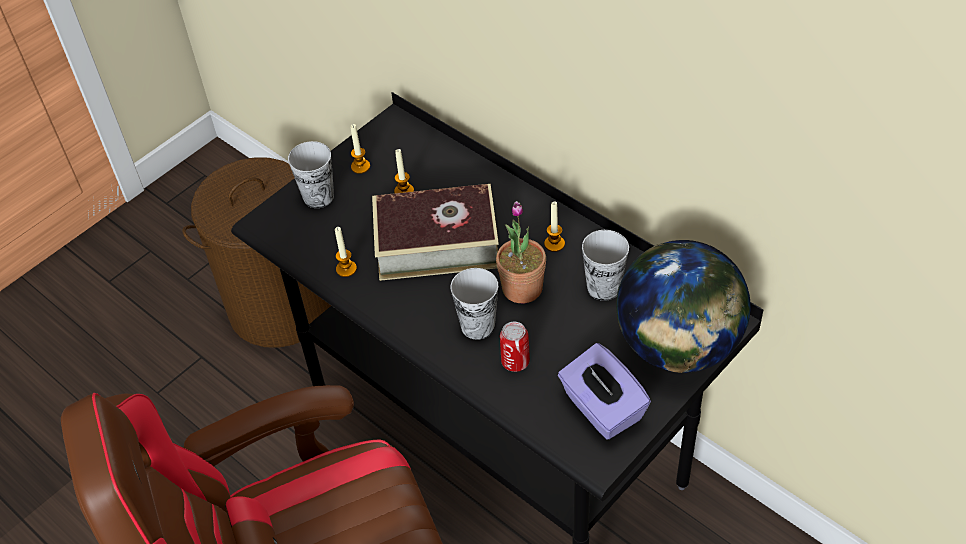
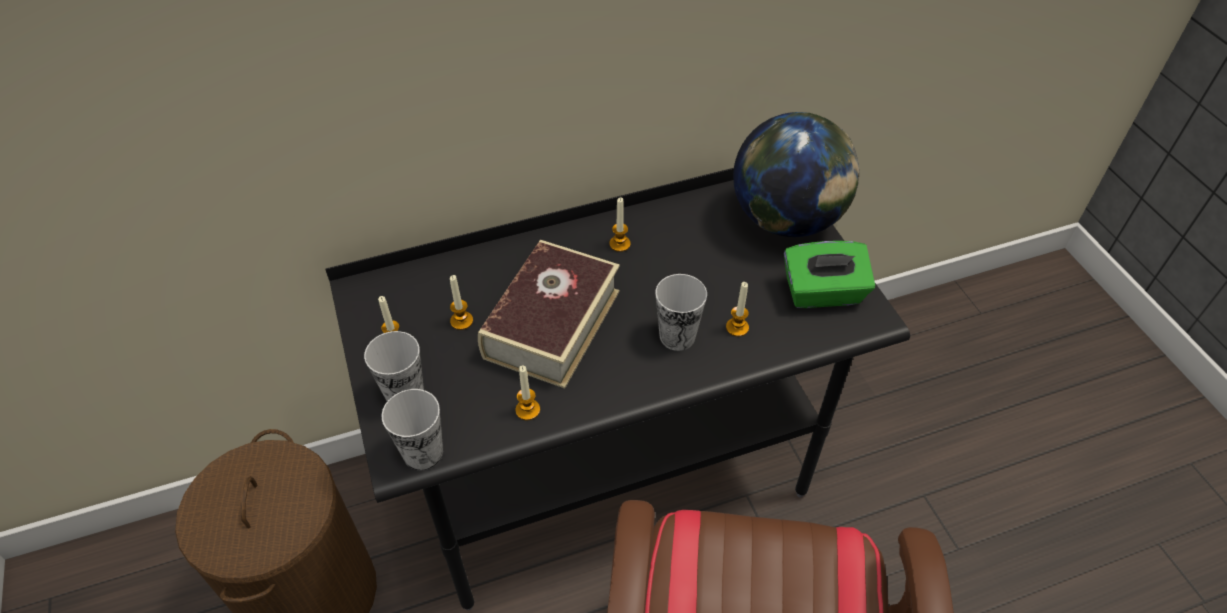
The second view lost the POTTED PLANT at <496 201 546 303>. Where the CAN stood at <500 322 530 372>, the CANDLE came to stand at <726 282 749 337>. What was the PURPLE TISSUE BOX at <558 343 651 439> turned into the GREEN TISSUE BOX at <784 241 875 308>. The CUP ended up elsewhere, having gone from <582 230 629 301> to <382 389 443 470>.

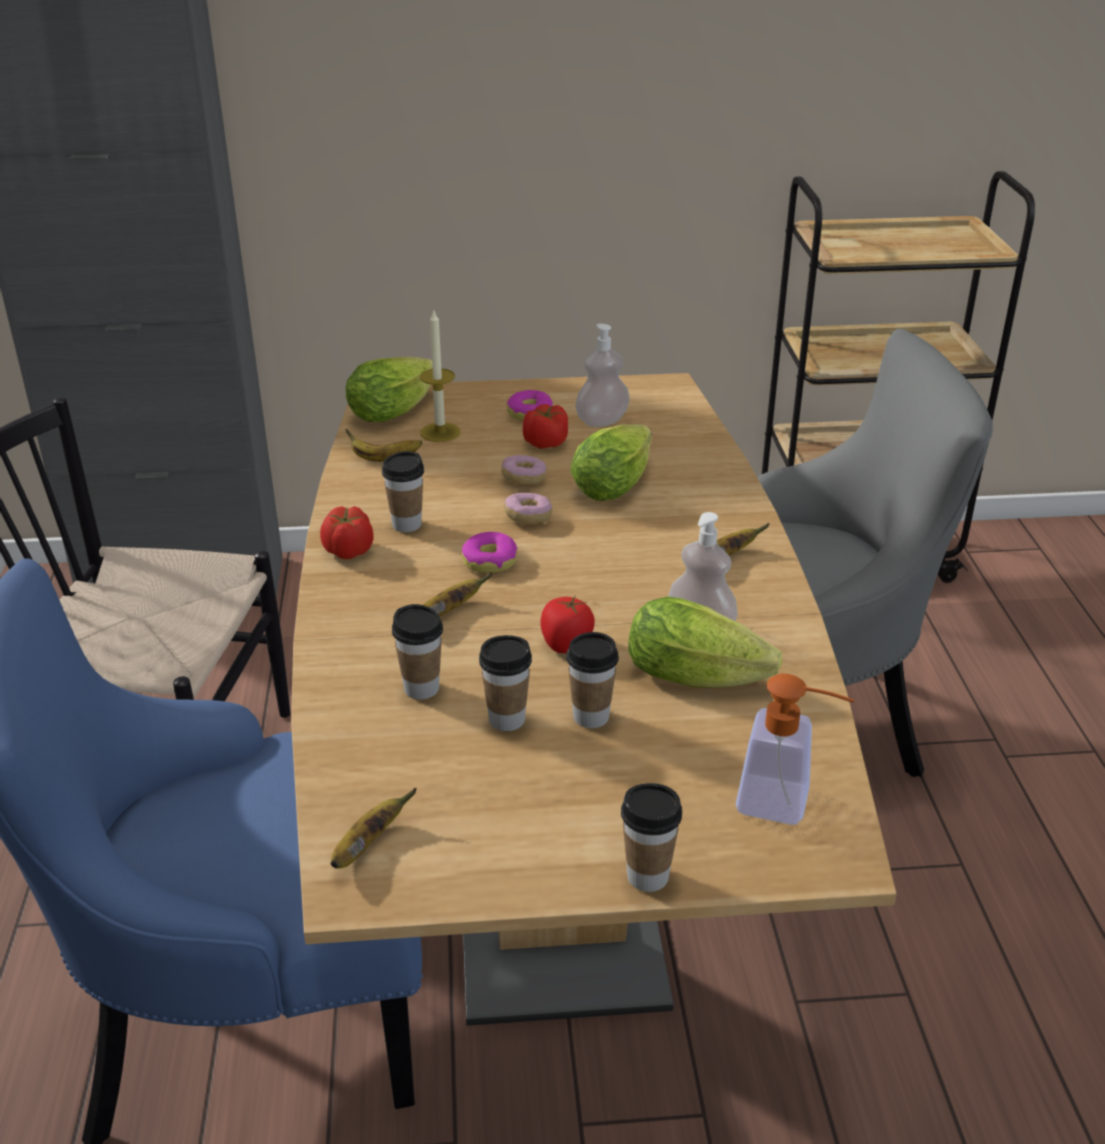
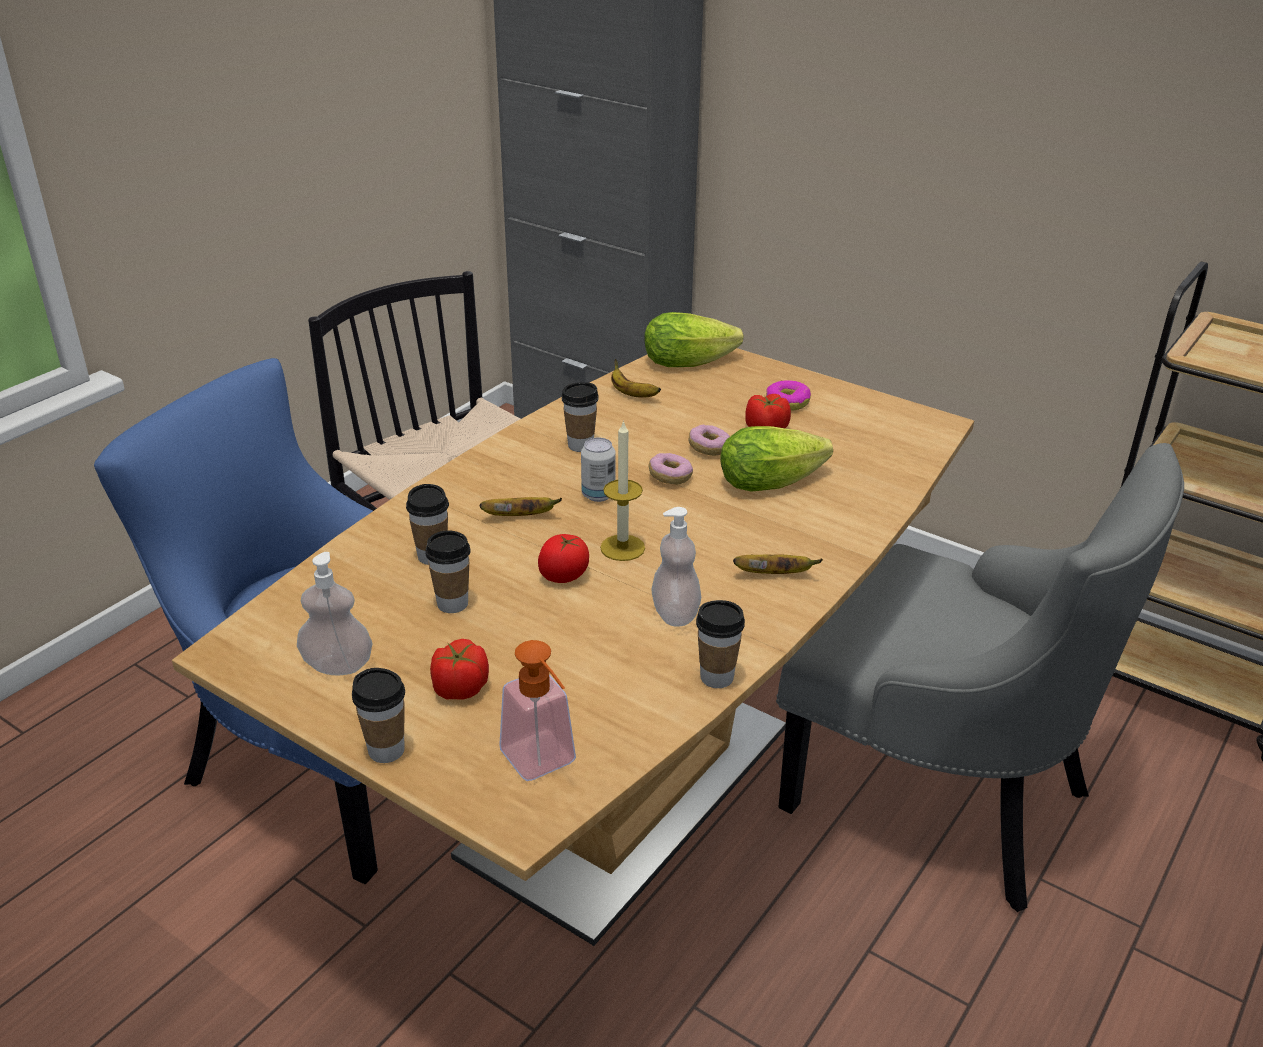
The TOMATO ended up elsewhere, having gone from <320 506 373 559> to <430 639 489 700>. The second view lost the BANANA at <330 788 417 869>. The CANDLE ended up elsewhere, having gone from <420 311 460 442> to <600 420 645 561>. Where the DONUT stood at <462 532 518 573>, the CAN came to stand at <581 438 616 502>. The CUP ended up elsewhere, having gone from <566 632 619 728> to <696 600 745 688>. The SOAP DISPENSER ended up elsewhere, having gone from <575 324 630 427> to <297 552 373 675>. The second view lost the LETTUCE at <628 596 782 688>.

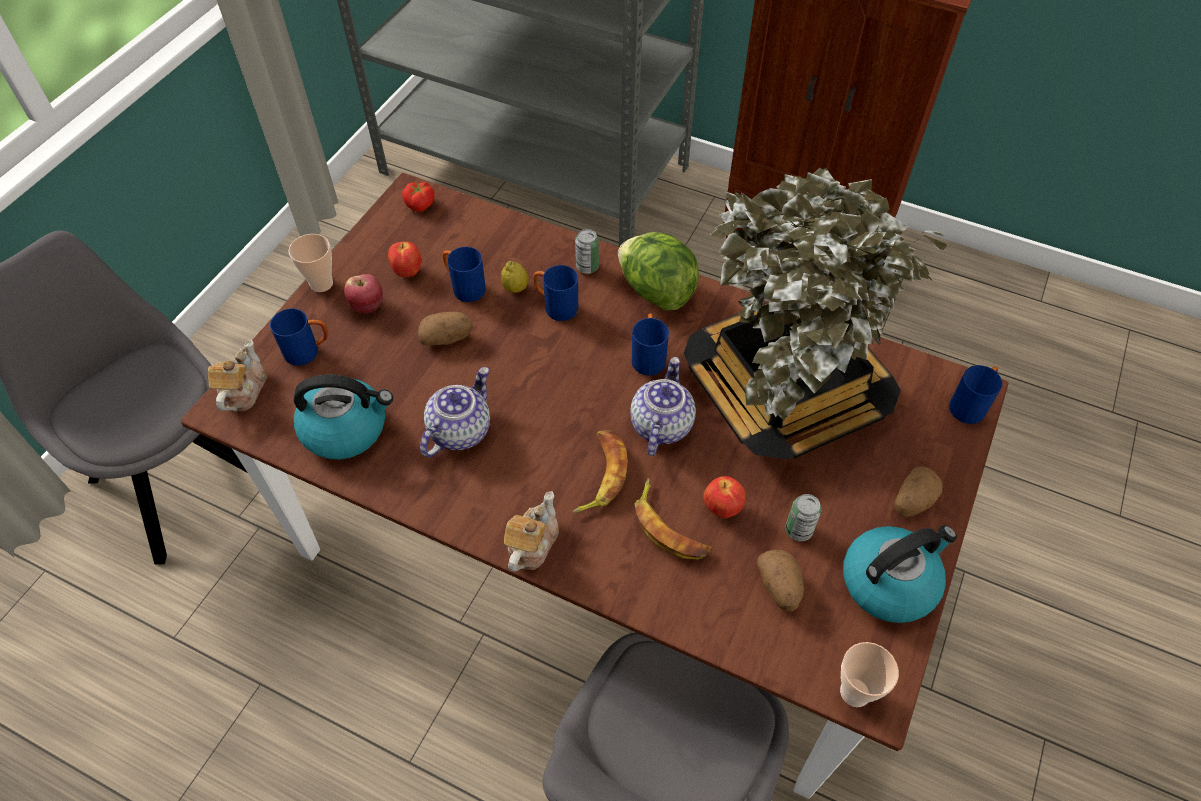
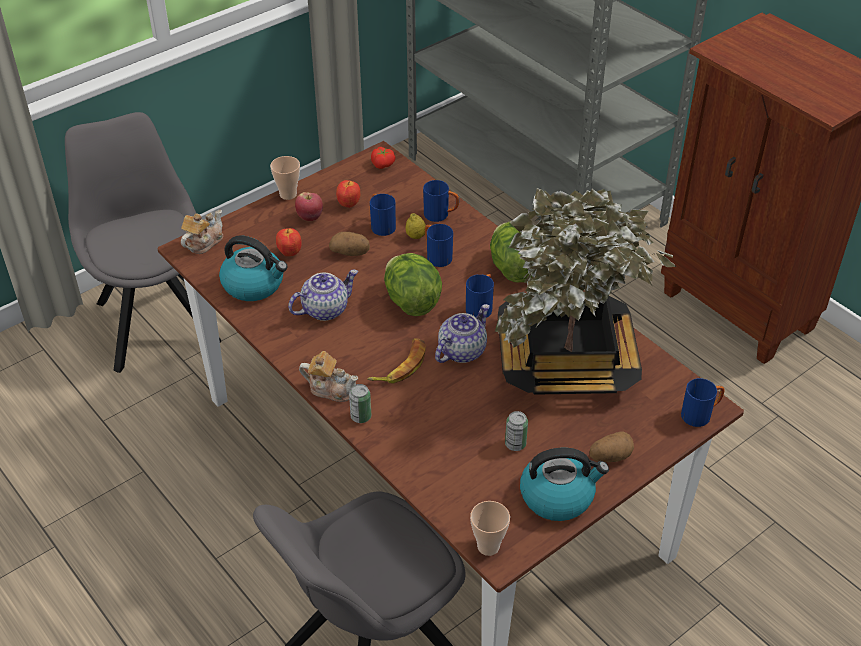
The BLUE MUG ended up elsewhere, having gone from <270 308 329 366> to <423 180 459 222>. The TEAPOT at <504 491 559 571> ended up facing another way, 60 degrees clockwise from before. The CAN ended up elsewhere, having gone from <575 229 599 274> to <349 384 371 423>. The second view lost the BANANA at <635 478 712 560>. The APPLE ended up elsewhere, having gone from <703 476 745 519> to <276 228 302 256>. The second view lost the POTATO at <757 550 804 611>. The second view gained the LETTUCE at <384 253 442 316>.

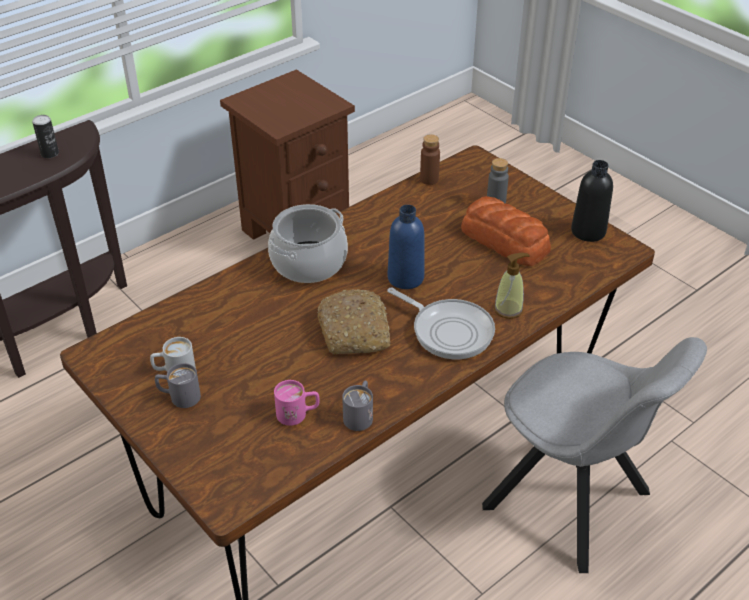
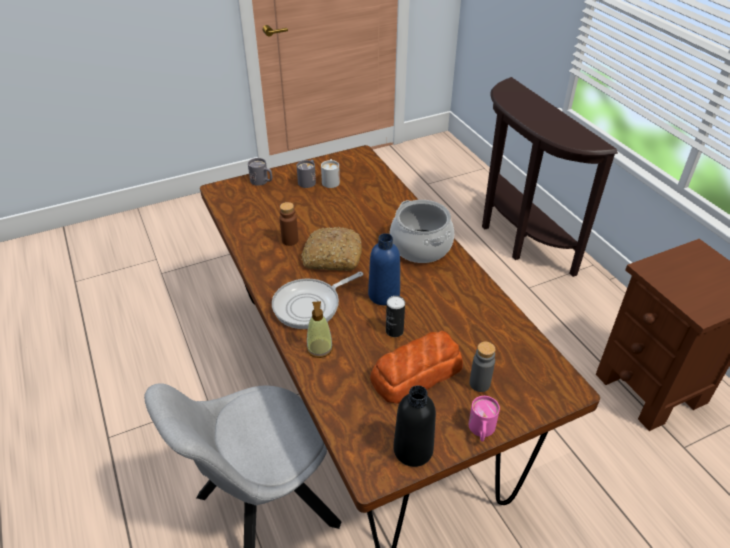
The CAN ended up elsewhere, having gone from <32 115 59 158> to <386 296 405 337>. The PINK MUG ended up elsewhere, having gone from <274 380 320 426> to <469 396 500 442>. The GREY MUG ended up elsewhere, having gone from <342 381 373 431> to <248 158 272 186>. The BROWN BOTTLE ended up elsewhere, having gone from <420 134 440 185> to <279 202 298 246>.

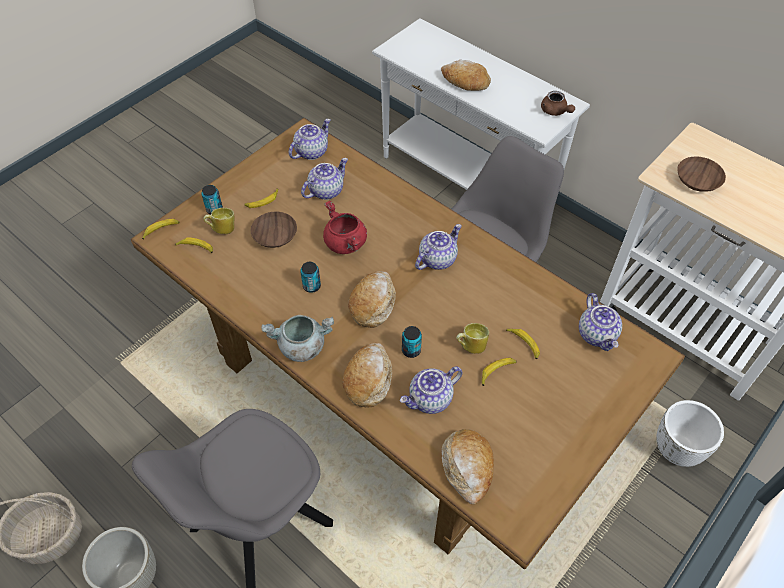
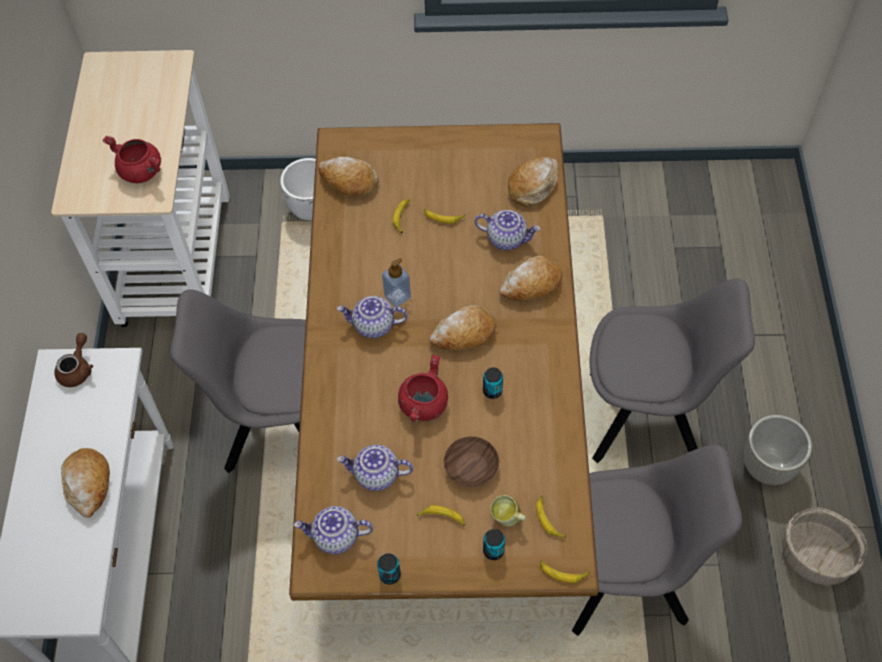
The second view lost the GREY COOKING POT at <262 315 334 362>. The CAN ended up elsewhere, having gone from <402 326 422 358> to <377 553 401 584>. The second view lost the MUG at <456 323 489 354>. Where the TEAPOT stood at <579 293 622 351>, the BREAD came to stand at <318 157 379 196>. Where the BROWN BOWL stood at <677 157 726 192>, the RED COOKING POT came to stand at <102 136 161 183>. The second view gained the SOAP DISPENSER at <382 258 411 307>. The second view gained the GREY CHAIR at <572 444 742 636>.

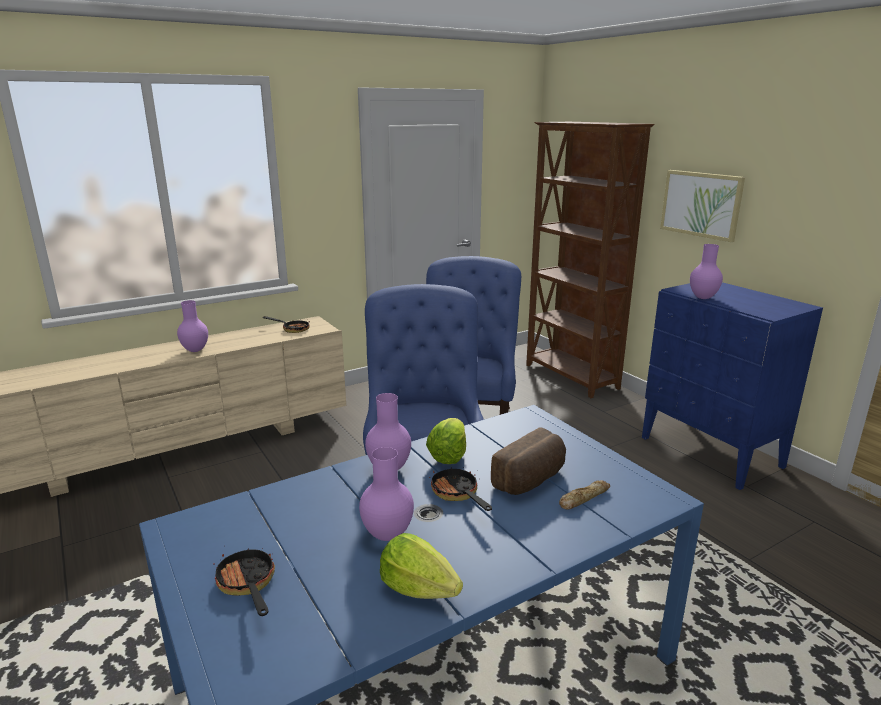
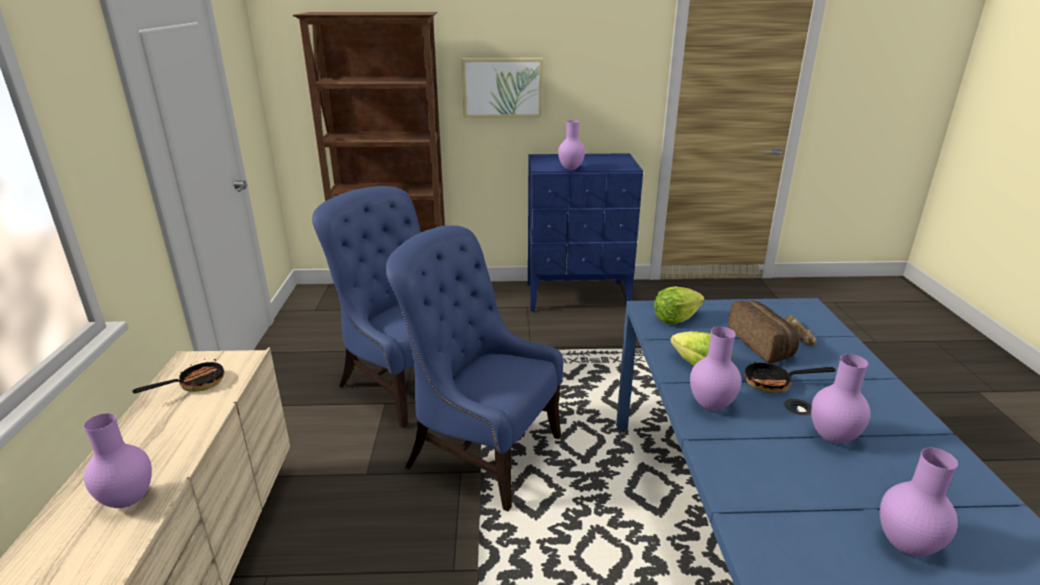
Where the FRYING PAN stood at <213 548 275 616>, the PURPLE VASE came to stand at <880 448 958 556>. The LETTUCE ended up elsewhere, having gone from <380 533 463 599> to <654 286 705 324>.

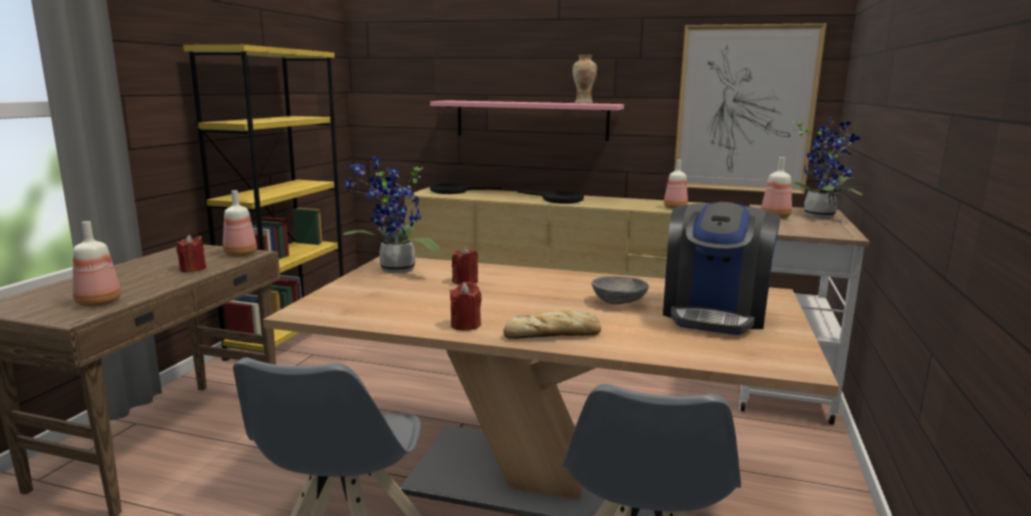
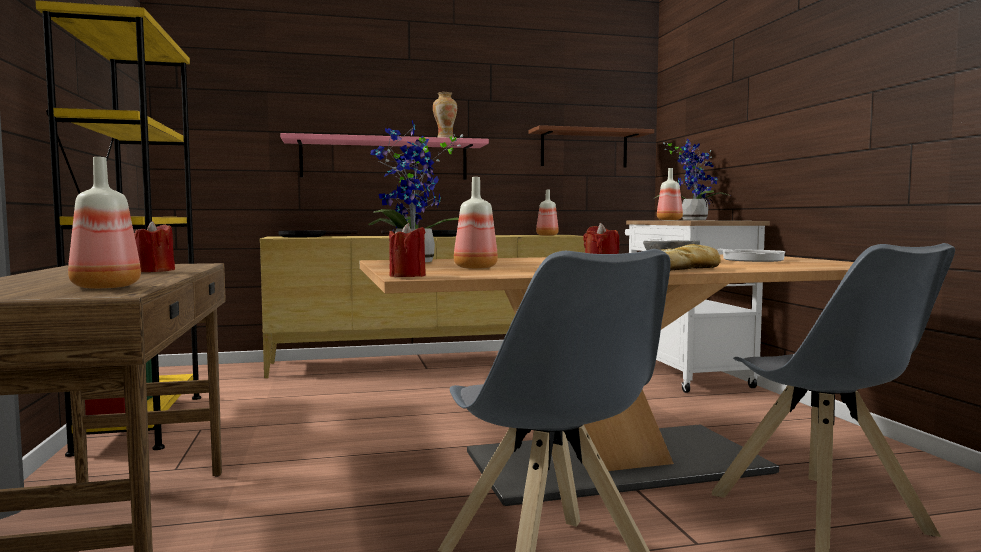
The BOTTLE ended up elsewhere, having gone from <223 190 257 257> to <454 177 498 269>. The RED CANDLE ended up elsewhere, having gone from <452 246 478 285> to <389 223 426 277>. Where the COFFEE MACHINE stood at <663 202 781 335>, the FRYING PAN came to stand at <717 249 785 262>. Where the PICTURE hung at <674 23 827 194>, the BROWN SHELF came to hang at <528 125 654 168>.

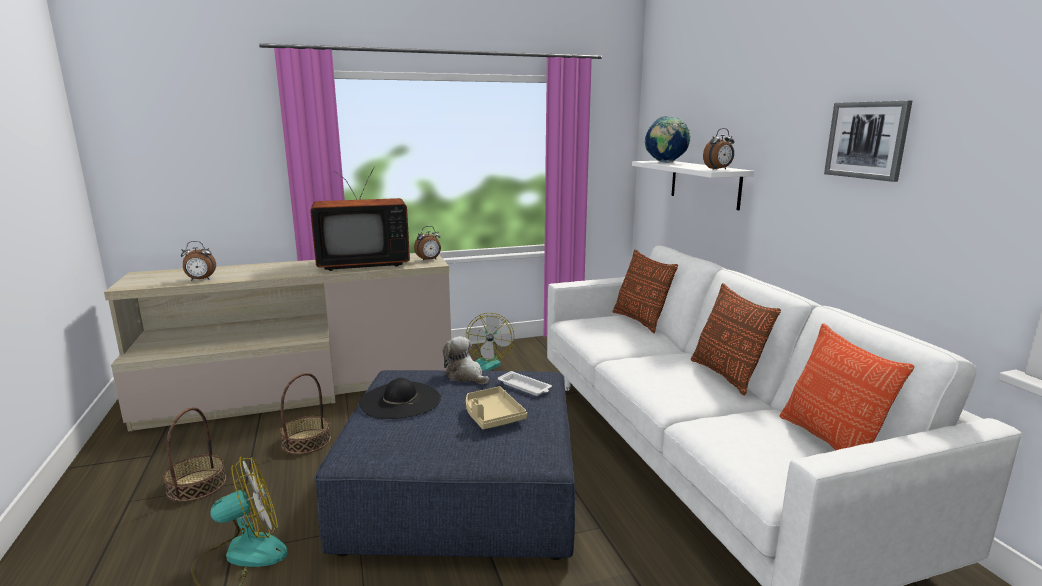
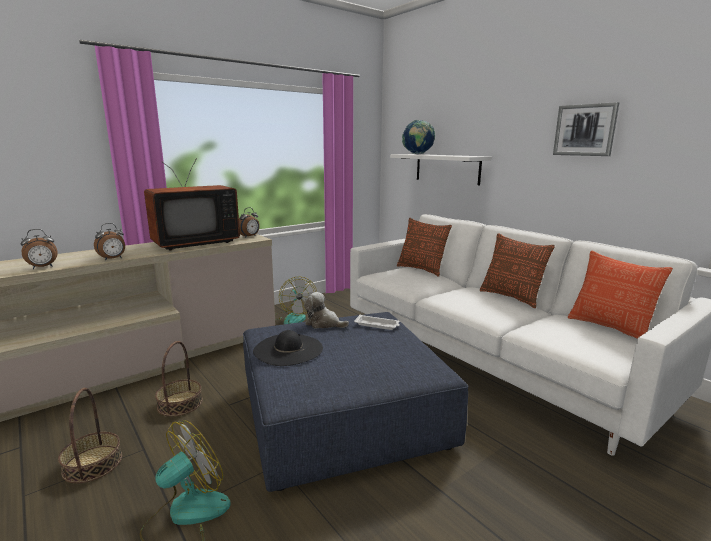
The second view lost the BEIGE TRAY at <466 386 527 429>. The ALARM CLOCK ended up elsewhere, having gone from <703 128 734 170> to <94 223 125 261>.

